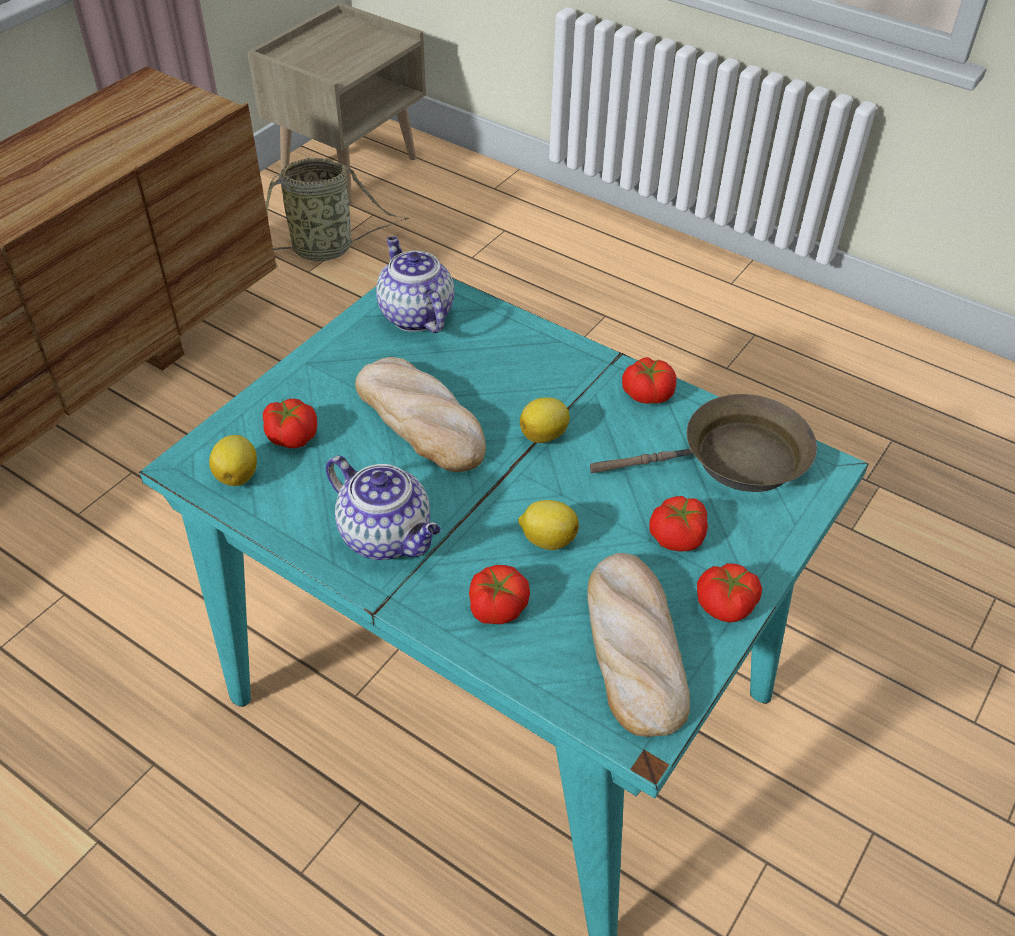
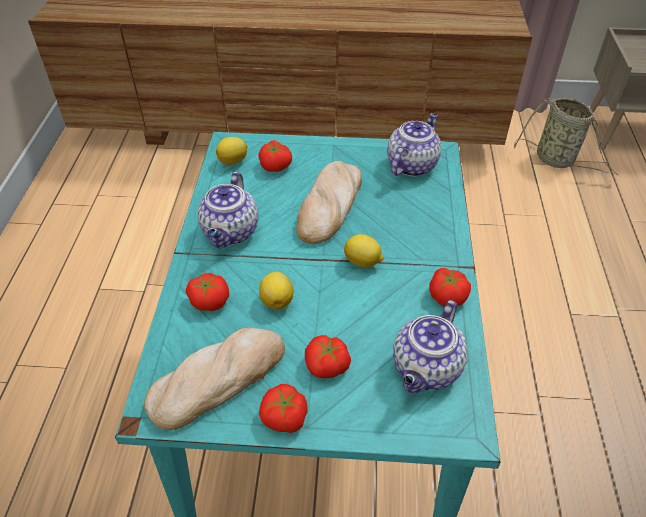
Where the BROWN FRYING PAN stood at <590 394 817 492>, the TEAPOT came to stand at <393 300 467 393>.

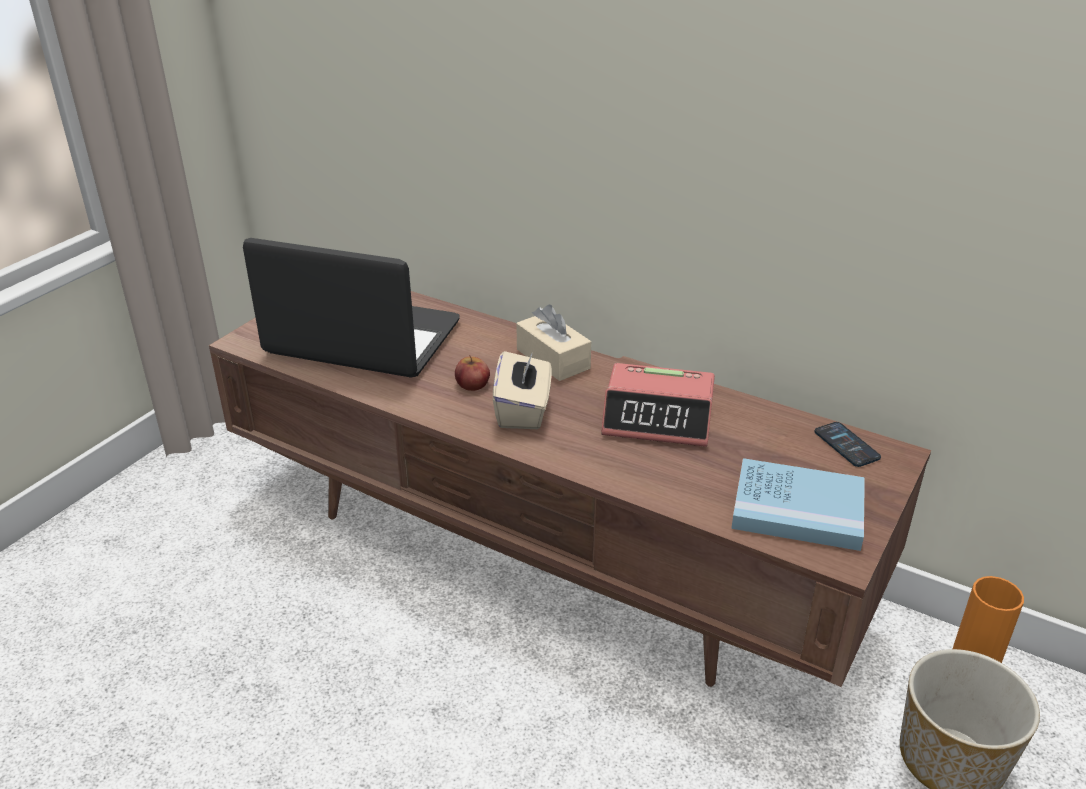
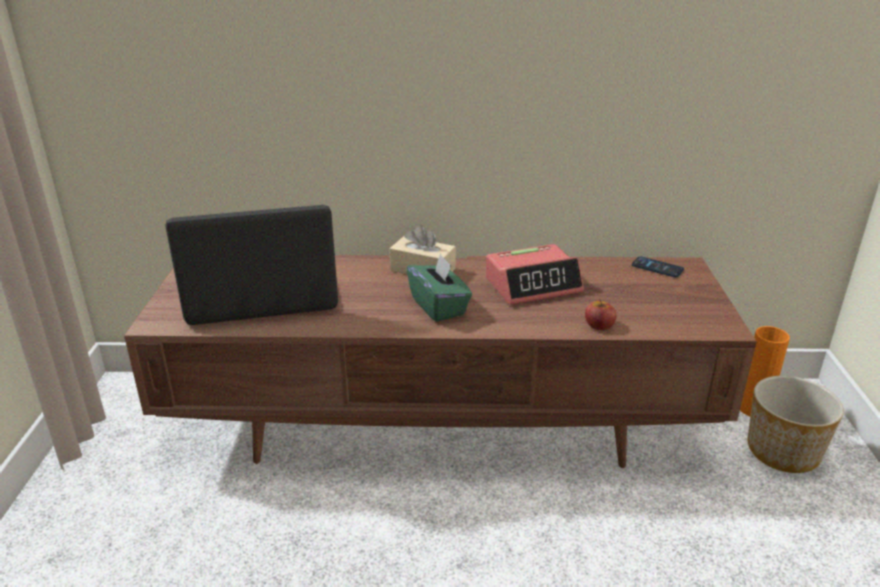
The APPLE ended up elsewhere, having gone from <455 355 490 391> to <585 299 616 330>. What was the BEIGE TISSUE BOX at <493 349 552 429> turned into the GREEN TISSUE BOX at <407 254 472 322>. The second view lost the BLUE BOOK at <731 458 865 551>.

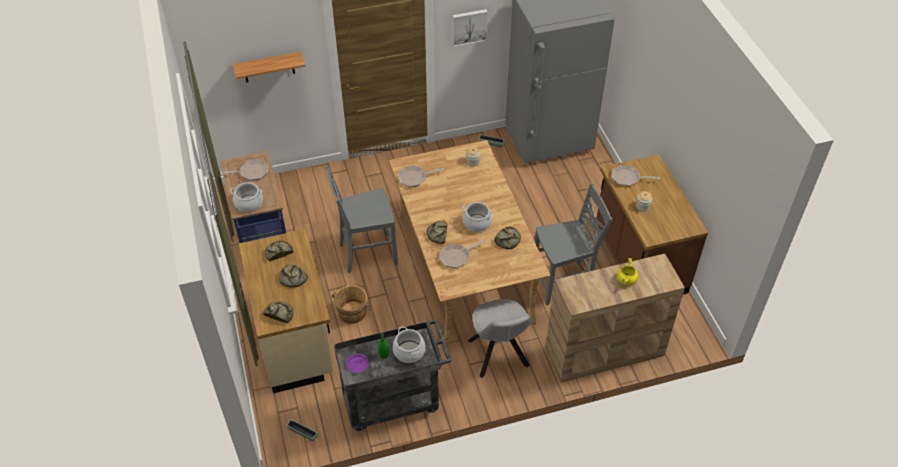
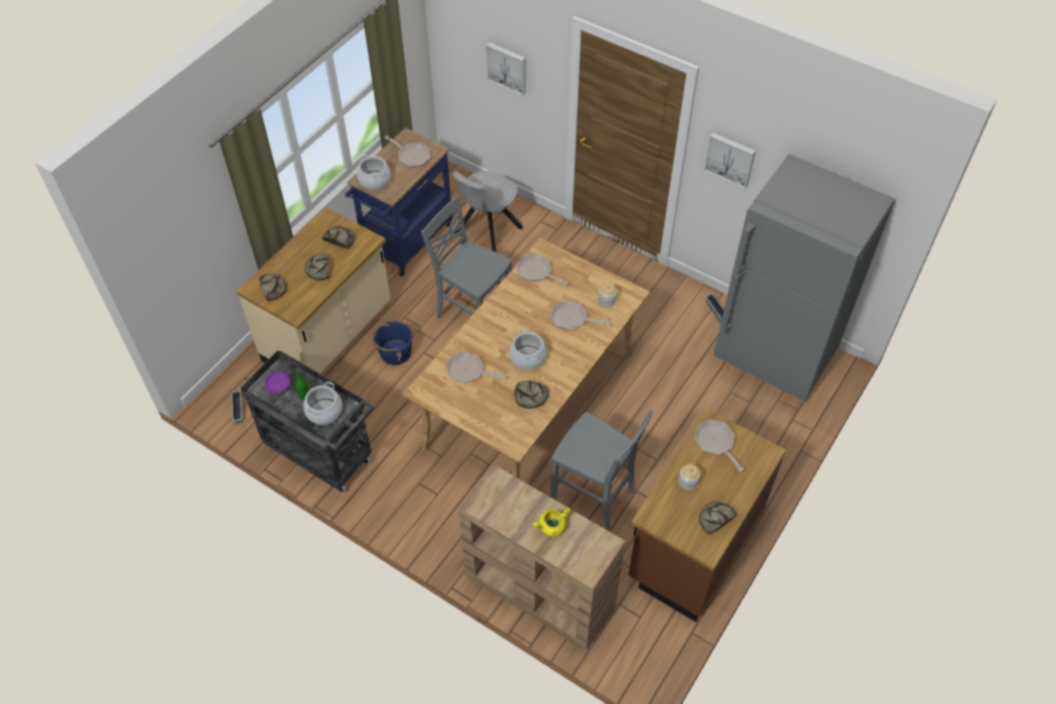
Where the SHELF hung at <233 52 305 83>, the PICTURE came to hang at <486 42 526 95>. What was the BROWN BUCKET at <331 286 371 324> turned into the BLUE BUCKET at <371 320 412 365>. The BREAD ended up elsewhere, having gone from <426 221 448 244> to <699 501 736 535>. The GREY CHAIR ended up elsewhere, having gone from <468 299 530 378> to <453 171 523 252>. The second view gained the FRYING PAN at <550 300 610 330>.

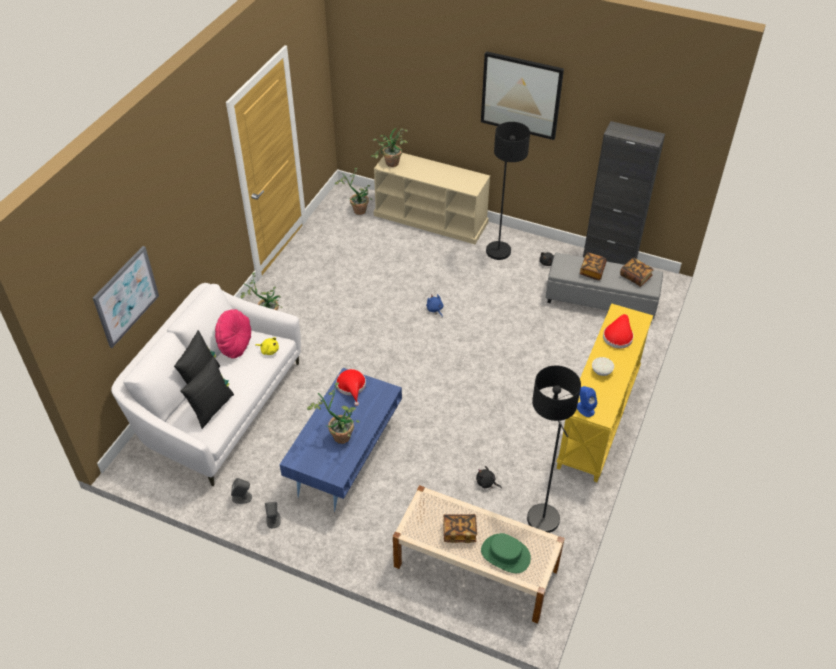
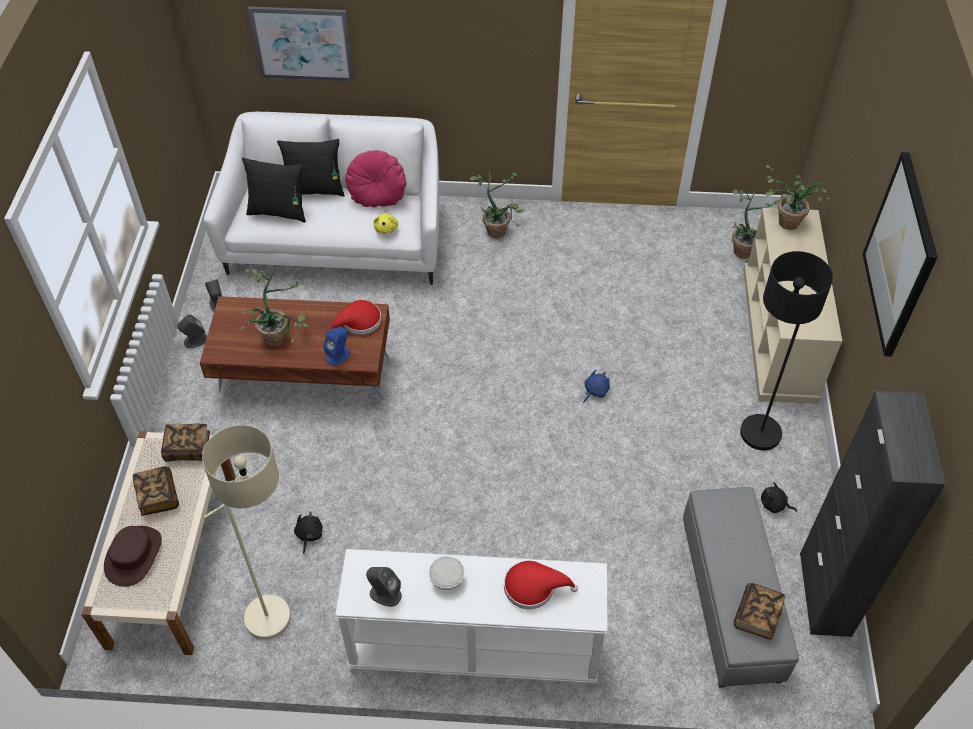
What was the BLUE COFFEE TABLE at <280 368 402 513> turned into the BROWN COFFEE TABLE at <200 296 390 400>. What was the GREEN HAT at <481 533 531 573> turned into the BROWN HAT at <104 526 162 587>. What was the BLACK FLOOR LAMP at <527 366 581 533> turned into the BEIGE FLOOR LAMP at <202 425 291 640>. What was the YELLOW CONSOLE TABLE at <557 304 653 482> turned into the WHITE CONSOLE TABLE at <335 549 608 689>. The BLUE SPEAKER ended up elsewhere, having gone from <577 386 597 417> to <323 327 350 366>. The BOOK ended up elsewhere, having gone from <580 252 607 280> to <161 423 210 462>. The second view gained the GREY SPEAKER at <366 567 402 607>.

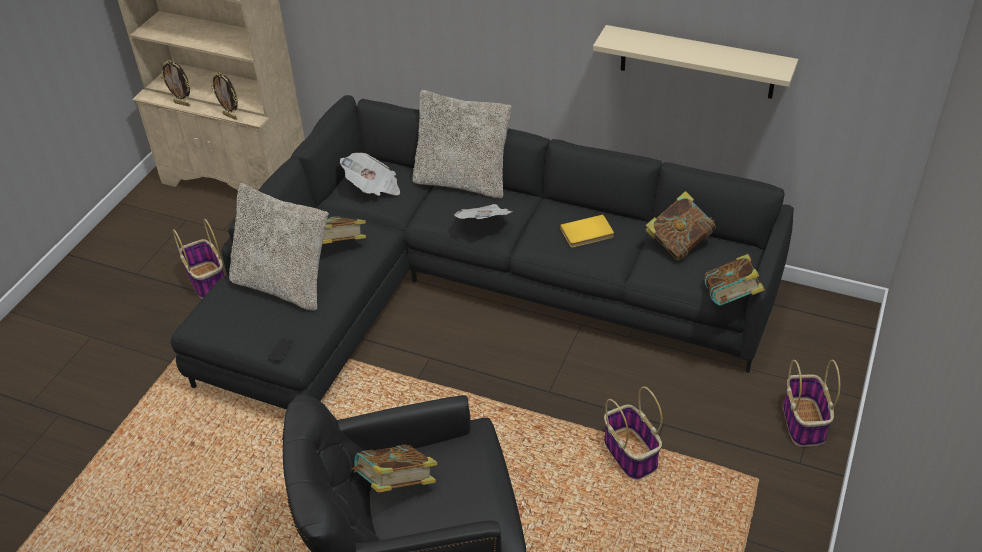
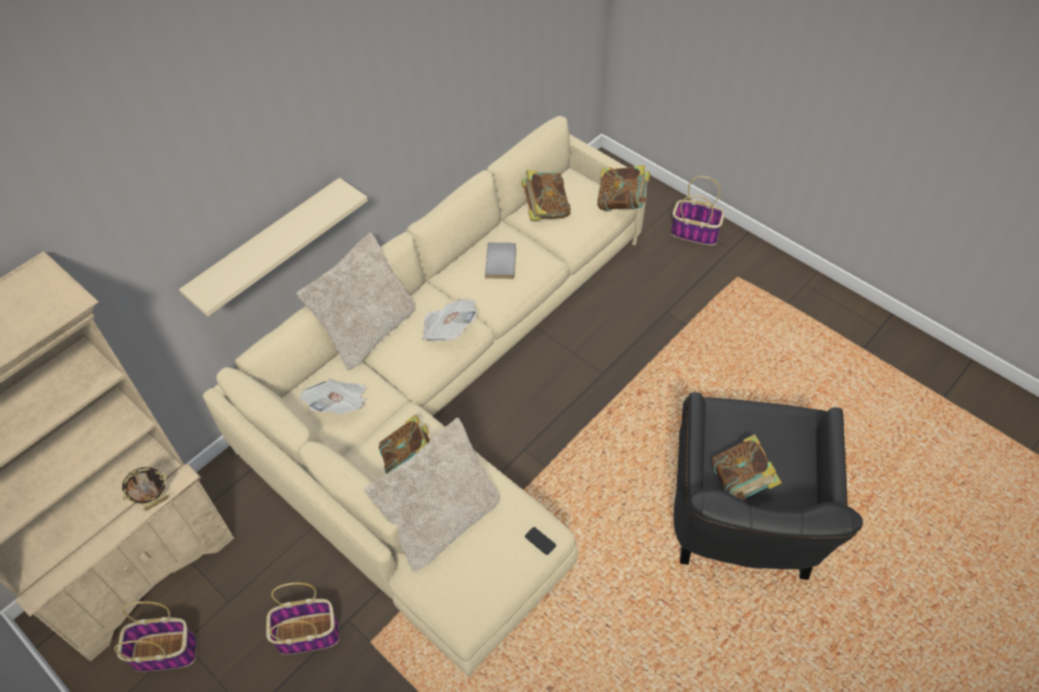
The second view lost the PICTURE FRAME at <161 60 190 107>. What was the BLACK SOFA at <171 95 794 410> turned into the BEIGE SOFA at <203 116 647 677>. What was the YELLOW BOOK at <560 215 614 247> turned into the GREY BOOK at <485 243 516 279>. The BEIGE SHELF ended up elsewhere, having gone from <593 25 798 99> to <179 178 368 317>. The BASKET ended up elsewhere, having gone from <604 386 663 480> to <114 601 197 672>.

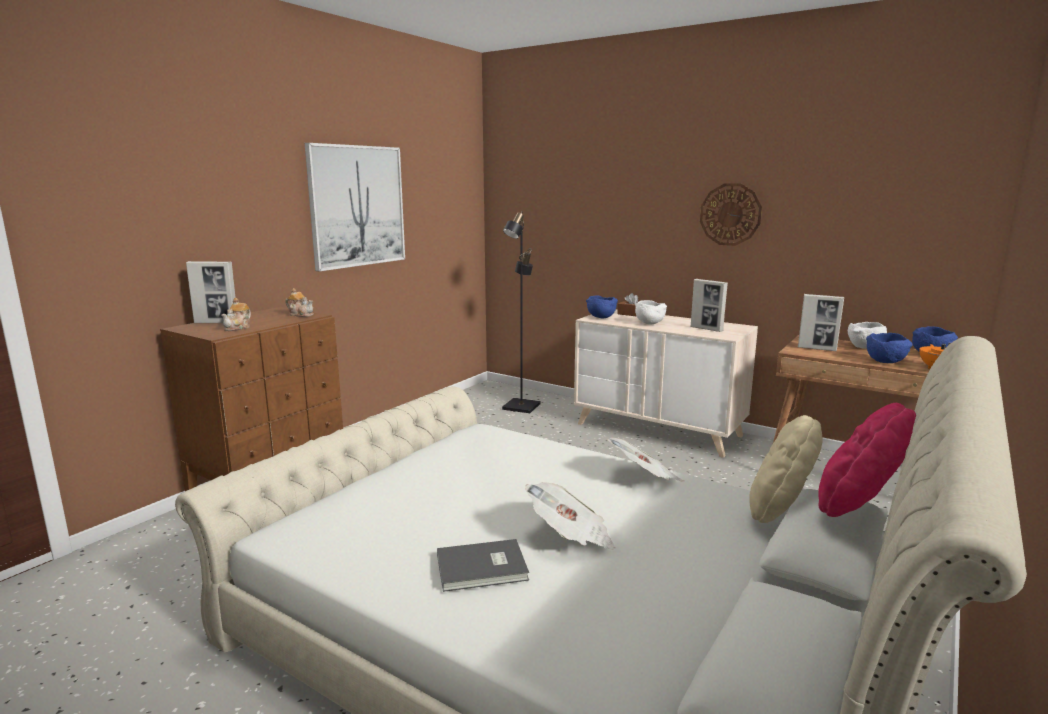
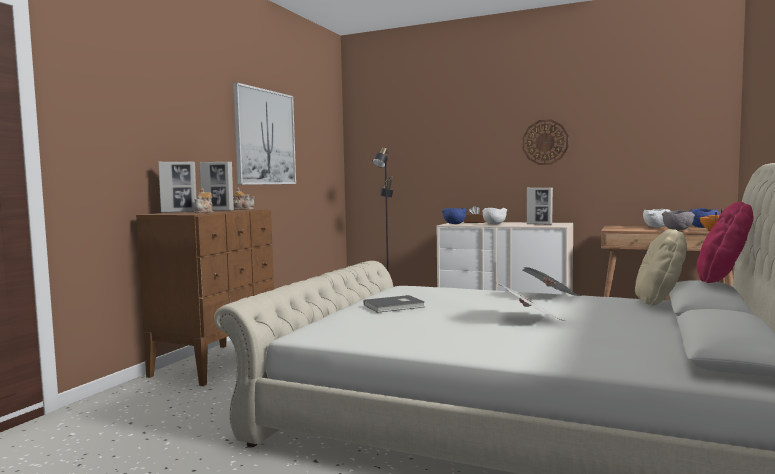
The GREY BOOK ended up elsewhere, having gone from <437 539 529 592> to <363 295 425 313>. The PICTURE FRAME ended up elsewhere, having gone from <798 294 844 352> to <199 161 234 211>. What was the BLUE BOWL at <866 333 913 363> turned into the GREY BOWL at <662 210 695 230>.

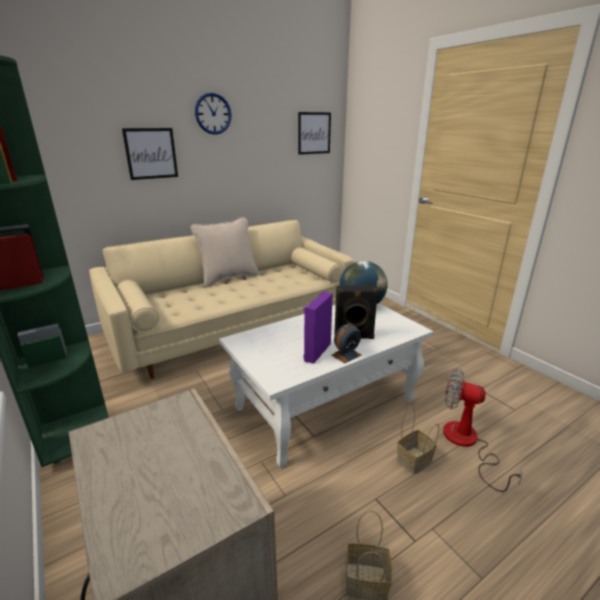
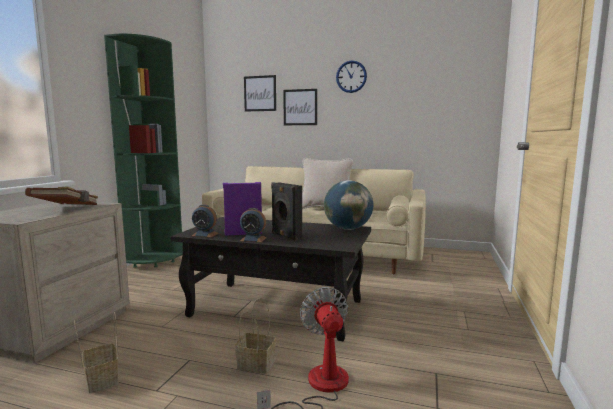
What was the WHITE COFFEE TABLE at <219 303 433 468> turned into the BLACK COFFEE TABLE at <171 217 371 341>. The PICTURE ended up elsewhere, having gone from <298 112 331 155> to <244 75 276 112>. The second view gained the BROWN BOOK at <25 187 98 205>. The second view gained the ALARM CLOCK at <192 204 219 238>.

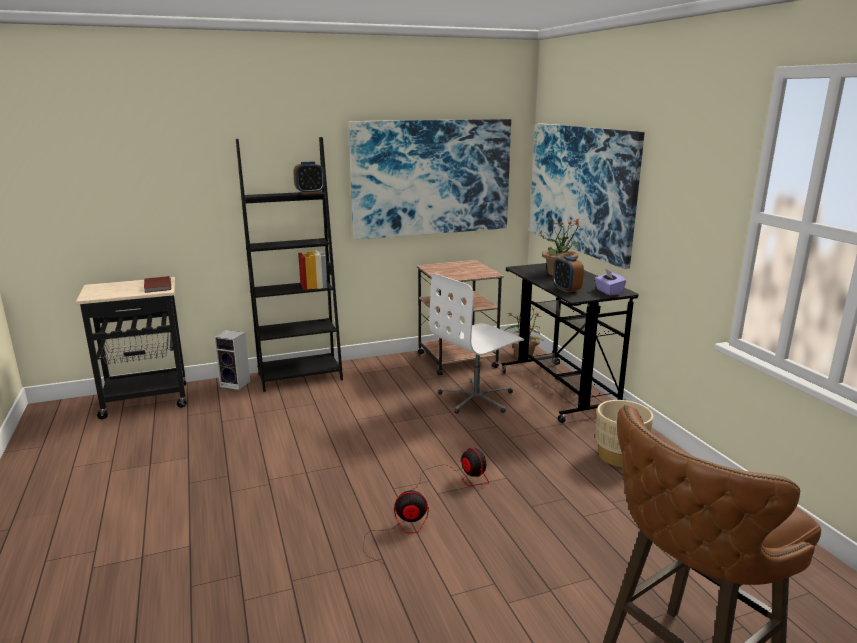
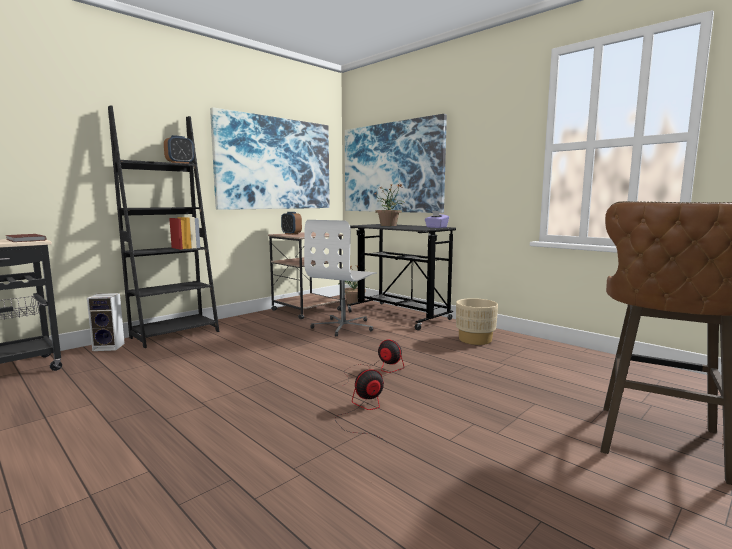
The ALARM CLOCK ended up elsewhere, having gone from <553 256 584 293> to <281 212 302 235>.

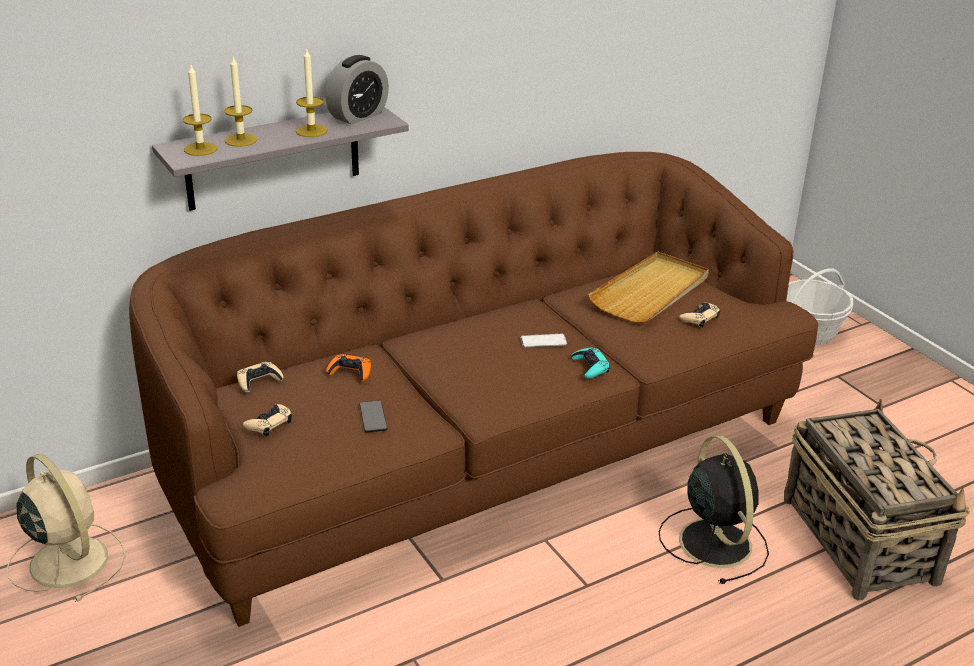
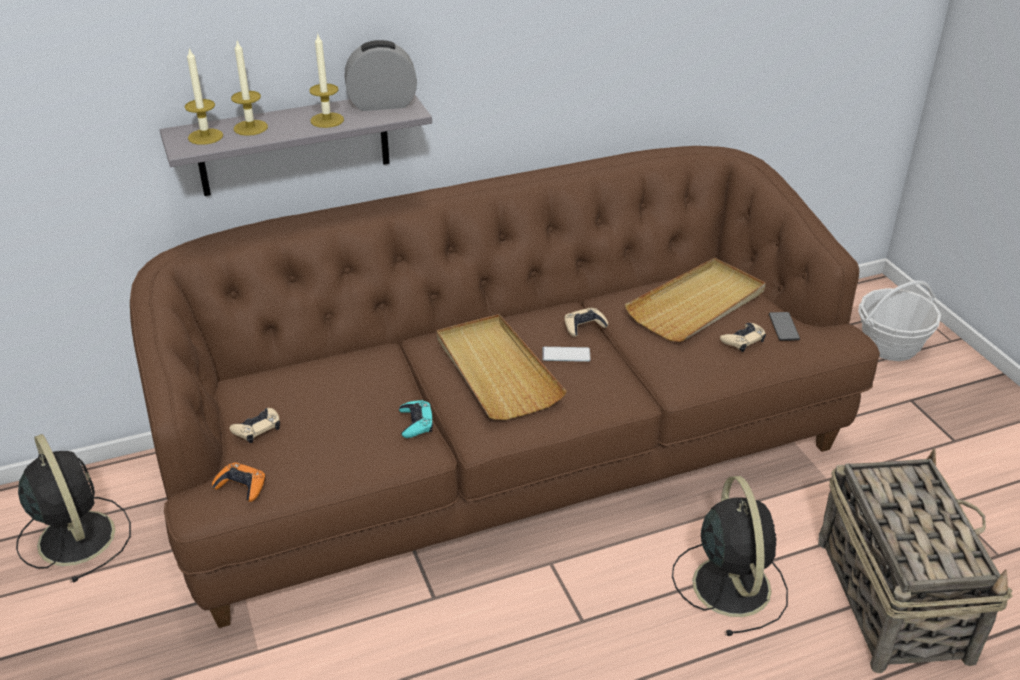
What was the BEIGE FAN at <7 454 126 602> turned into the BLACK FAN at <16 434 131 583>. The BEIGE GAME CONTROLLER ended up elsewhere, having gone from <237 362 284 393> to <564 308 608 337>. The ALARM CLOCK at <325 55 389 124> ended up facing another way, 150 degrees counterclockwise from before. The ORANGE GAME CONTROLLER ended up elsewhere, having gone from <326 354 371 382> to <212 462 266 502>. The PHONE ended up elsewhere, having gone from <359 400 387 433> to <769 312 800 341>. The TURQUOISE GAME CONTROLLER ended up elsewhere, having gone from <571 347 610 379> to <399 400 433 438>. The second view gained the BEIGE TRAY at <437 314 566 420>.

